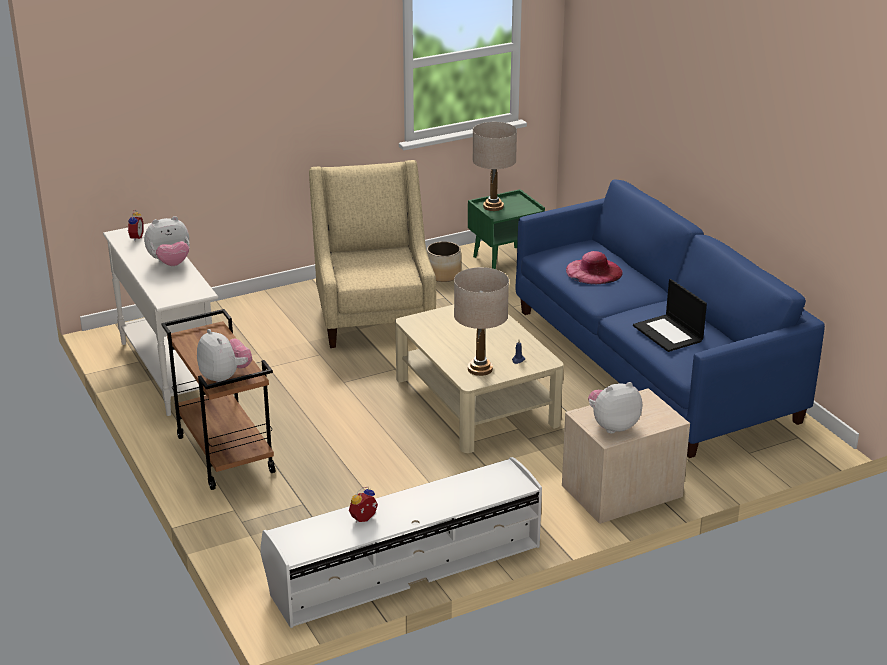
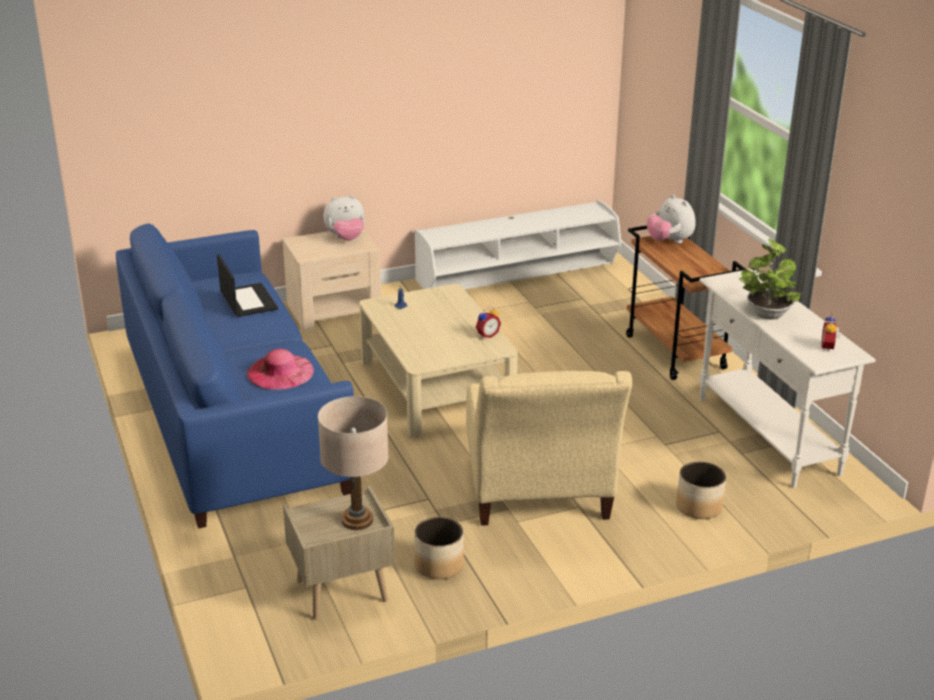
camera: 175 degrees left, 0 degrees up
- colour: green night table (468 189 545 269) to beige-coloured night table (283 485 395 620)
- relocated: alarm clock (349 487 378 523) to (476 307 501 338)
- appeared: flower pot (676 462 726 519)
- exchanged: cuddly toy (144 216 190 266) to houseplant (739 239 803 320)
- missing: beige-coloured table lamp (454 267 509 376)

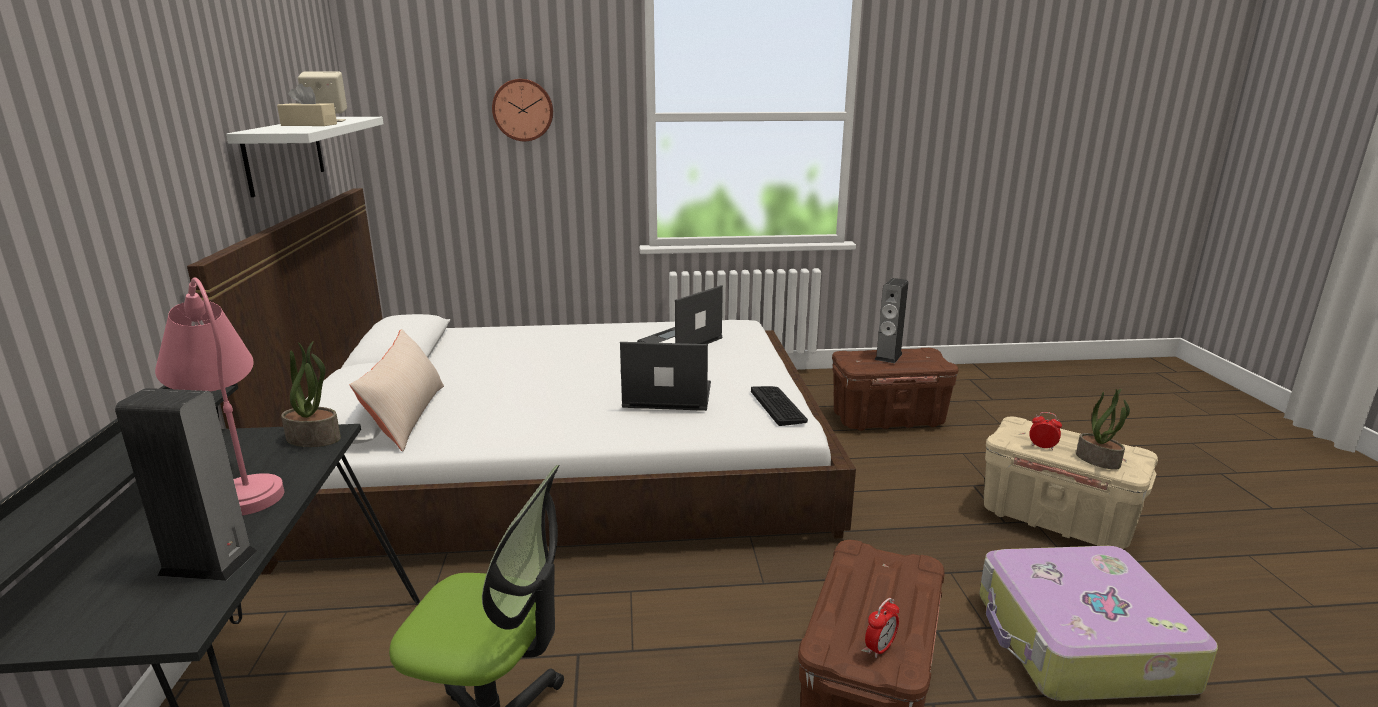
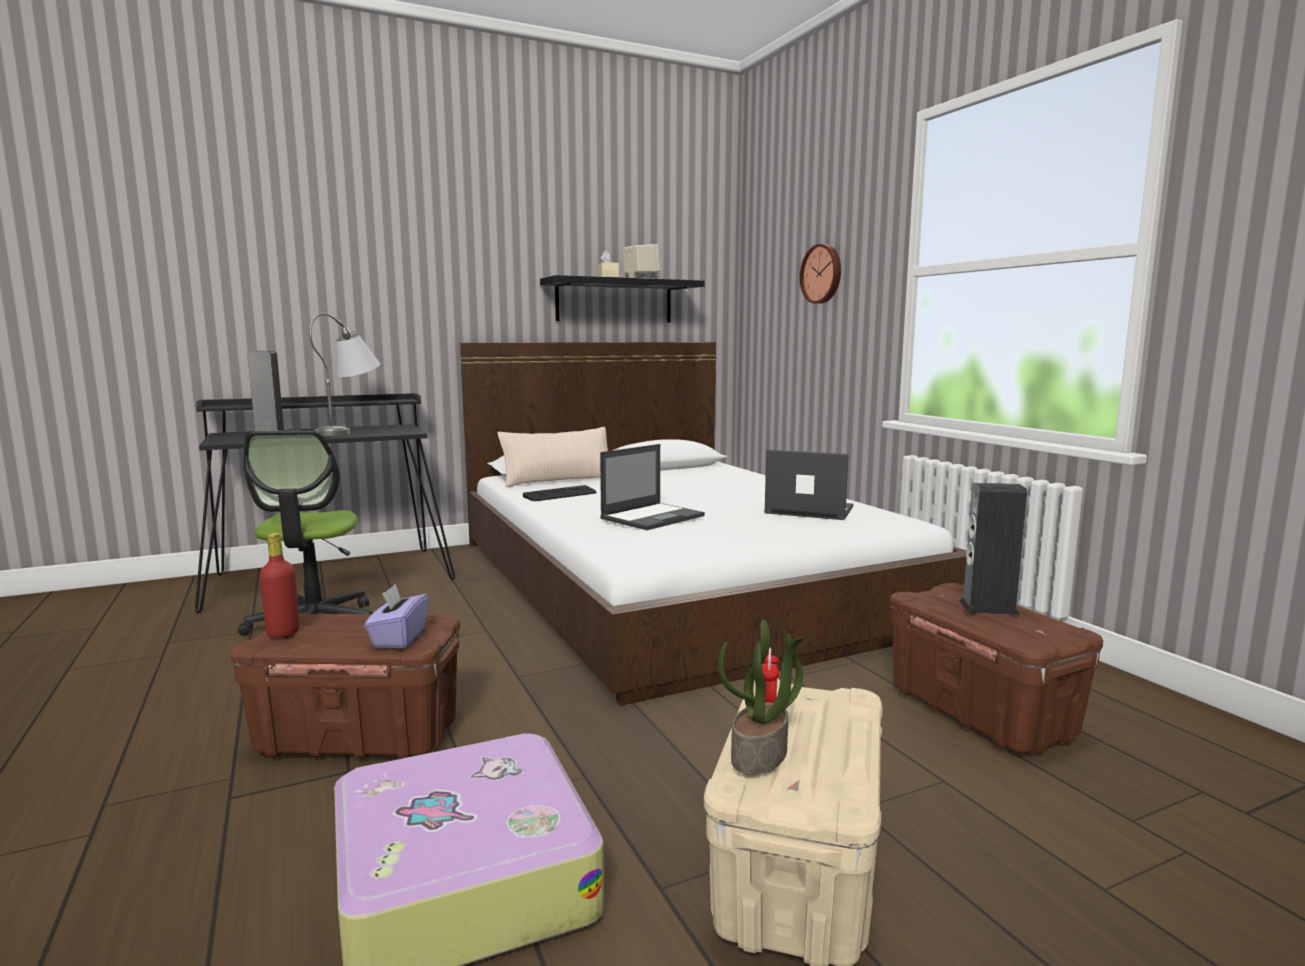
camera: 70 degrees right, 10 degrees down
- exchanged: alarm clock (865 598 900 658) to red beverage bottle (260 533 299 638)
- colour: pink table lamp (155 278 284 516) to gray table lamp (309 313 380 437)
- appeared: purple box of tissues (364 584 428 648)
- relocated: computer keyboard (751 386 808 426) to (523 485 597 501)
- colour: whitish shelf (226 117 383 197) to black-coloured shelf (540 275 705 322)
- spun: notebook computer (620 342 711 411) = (600 444 705 530) 60 degrees clockwise
- missing: houseplant (281 341 341 447)

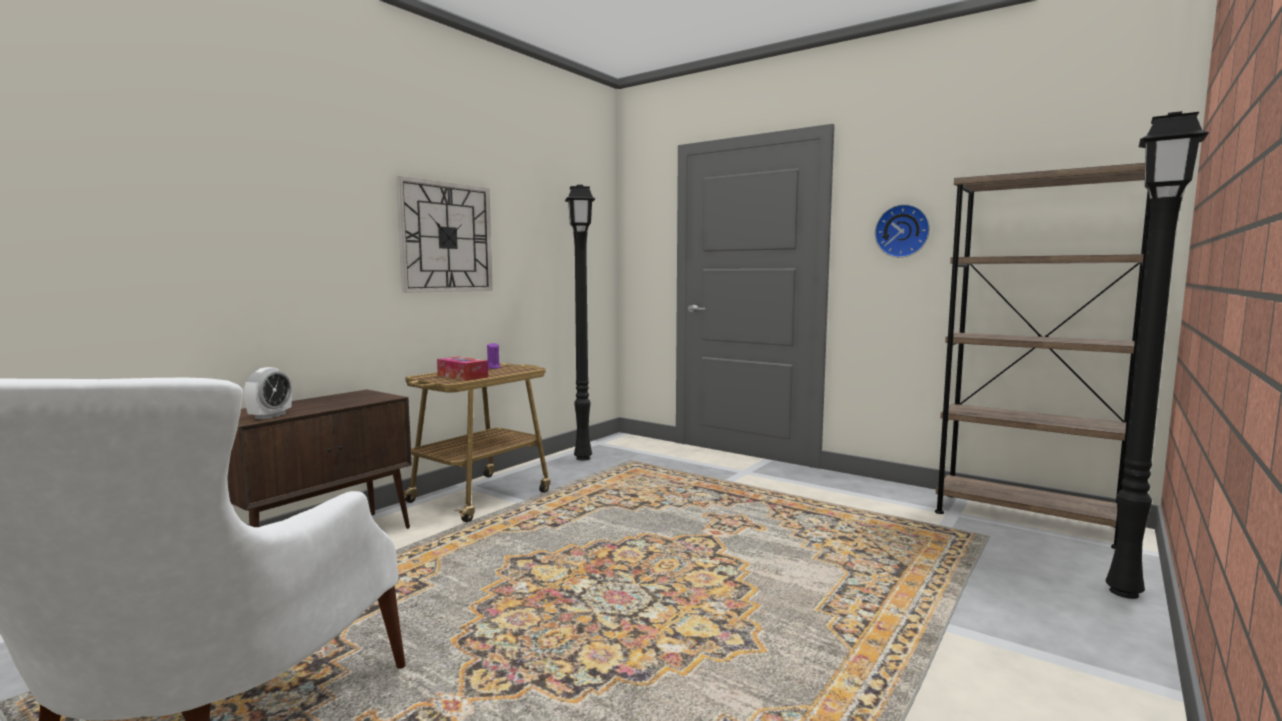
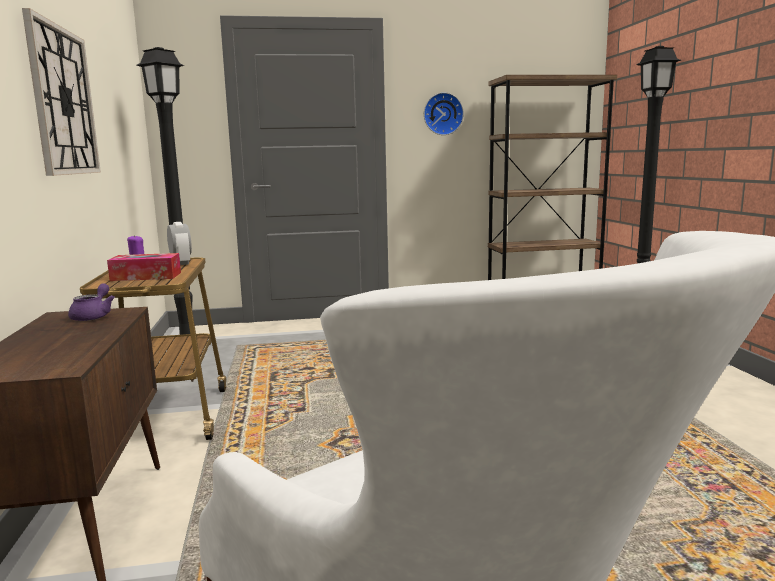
camera: 45 degrees left, 5 degrees up
- appeared: purple tea pot (68 283 115 321)
- relocated: alarm clock (244 367 292 420) to (167 222 192 265)

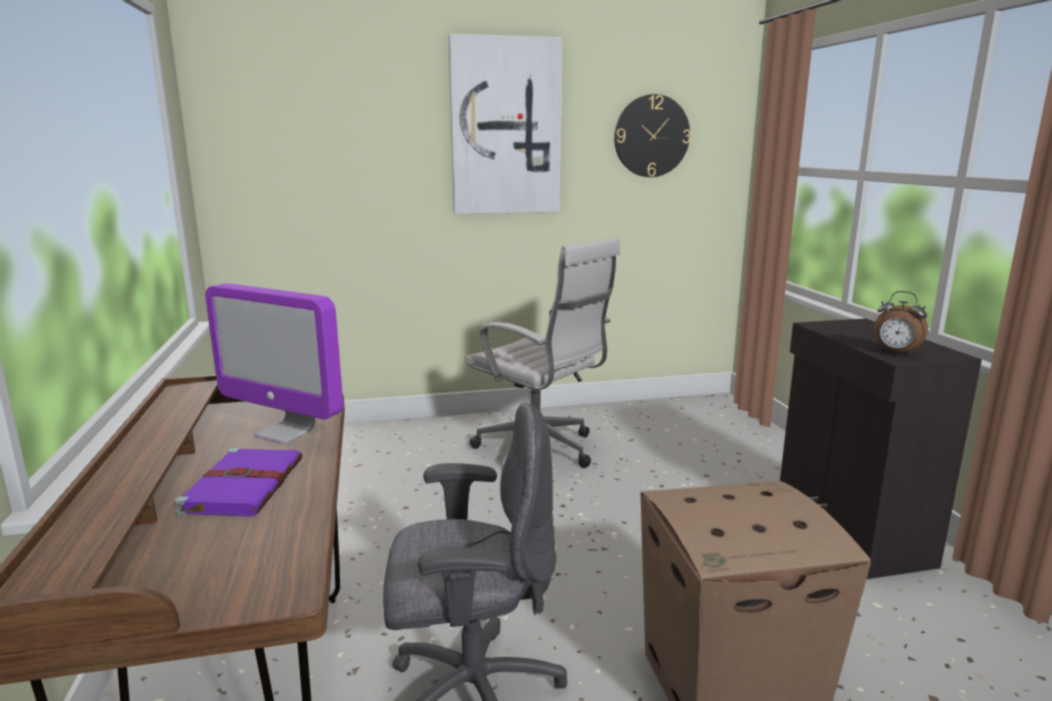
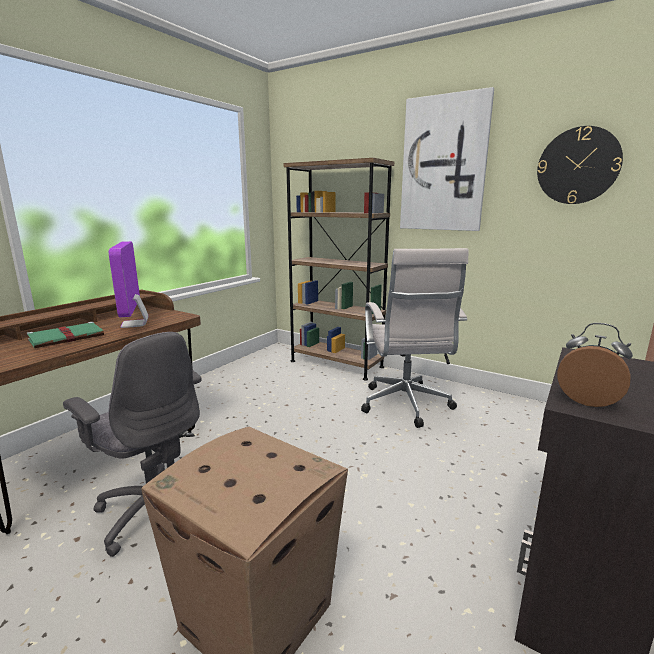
camera: 45 degrees right, 0 degrees up
- colour: purple book (174 448 303 517) to green book (27 322 104 348)
- appeared: brown-coloured bookshelf (284 158 394 381)
- spun: alarm clock (874 291 928 356) = (557 323 633 407) 135 degrees clockwise

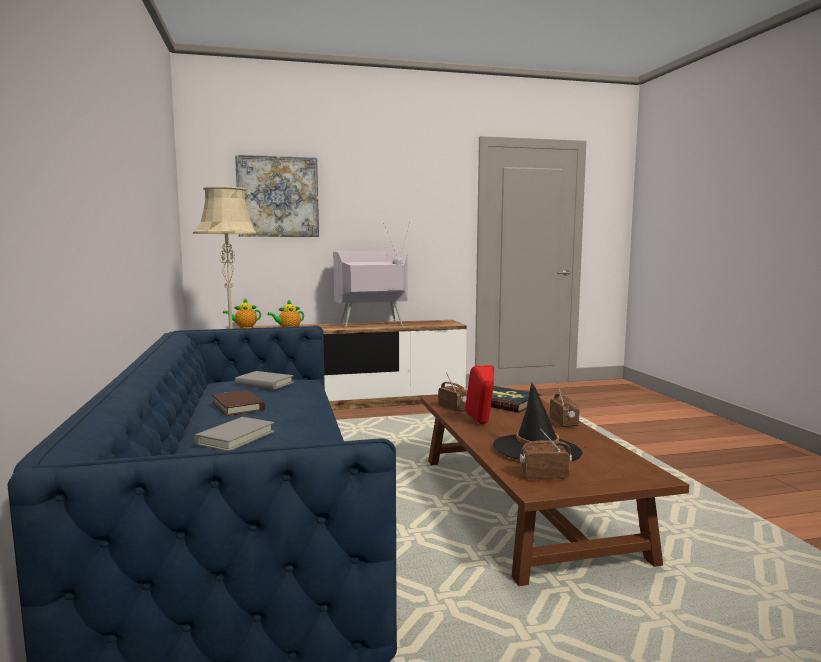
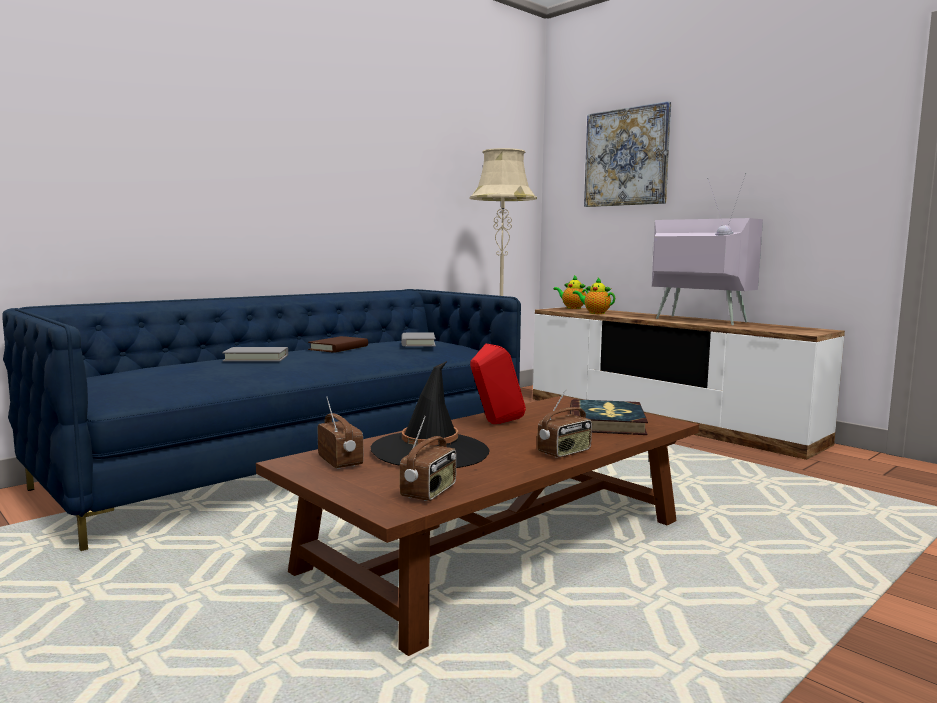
camera: 60 degrees right, 0 degrees up
- relocated: radio (438 372 467 412) to (400 416 456 501)

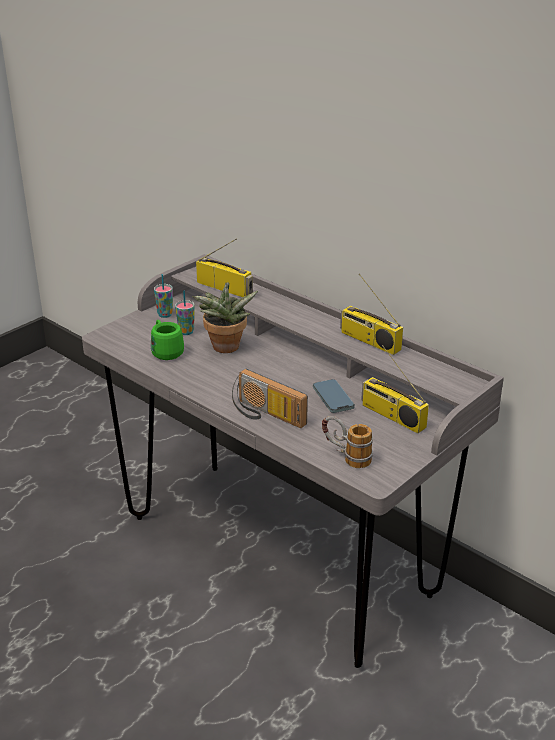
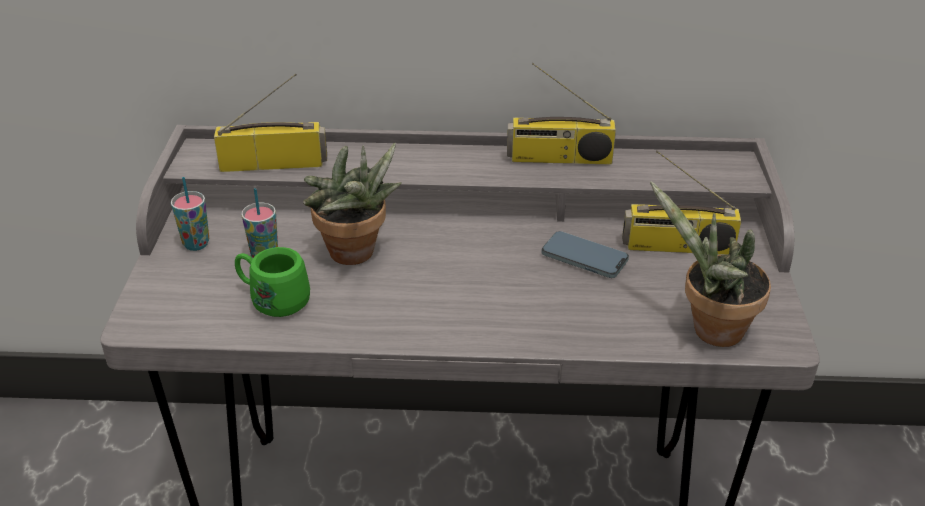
camera: 40 degrees left, 5 degrees up
- exchanged: tea mug (322 416 373 468) to houseplant (650 181 771 347)
- missing: radio (232 369 308 428)

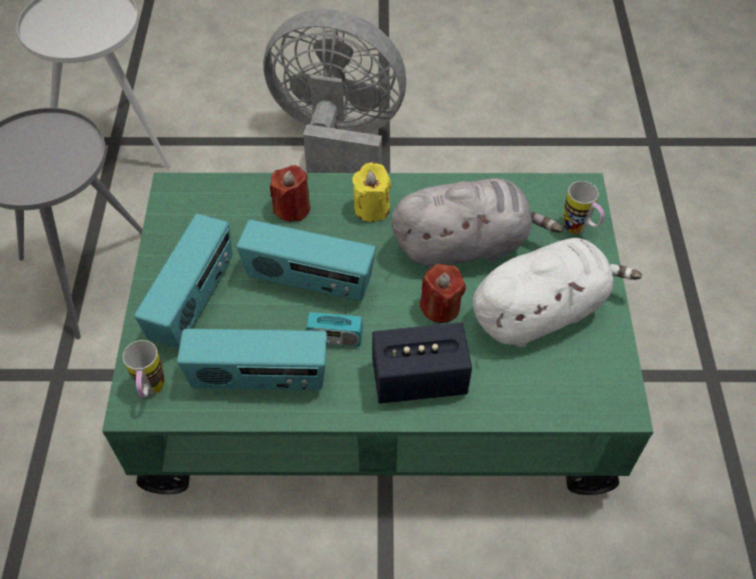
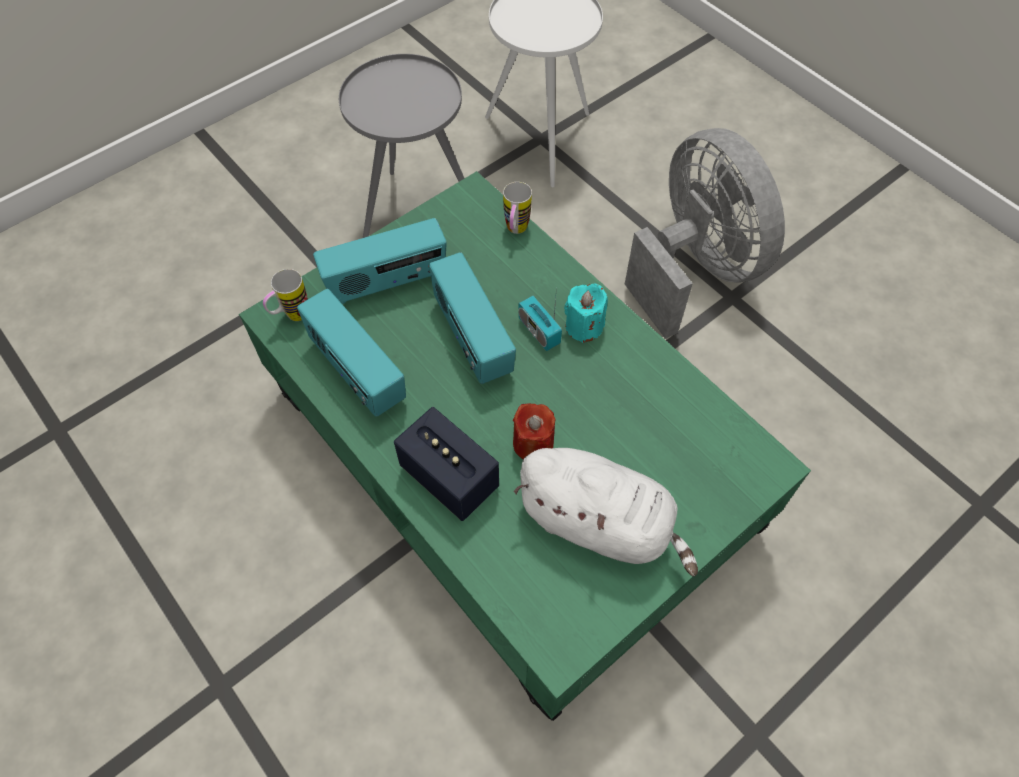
camera: 50 degrees right, 5 degrees up
- relocated: tea mug (563 181 605 234) to (503 182 532 234)
- relocated: radio (306 284 363 347) to (518 288 562 351)
- colour: yellow-coloured candle (352 162 391 222) to turquoise-coloured candle (564 284 608 343)
- missing: red candle (270 165 310 222)
- missing: gray cuddly toy (392 178 563 269)

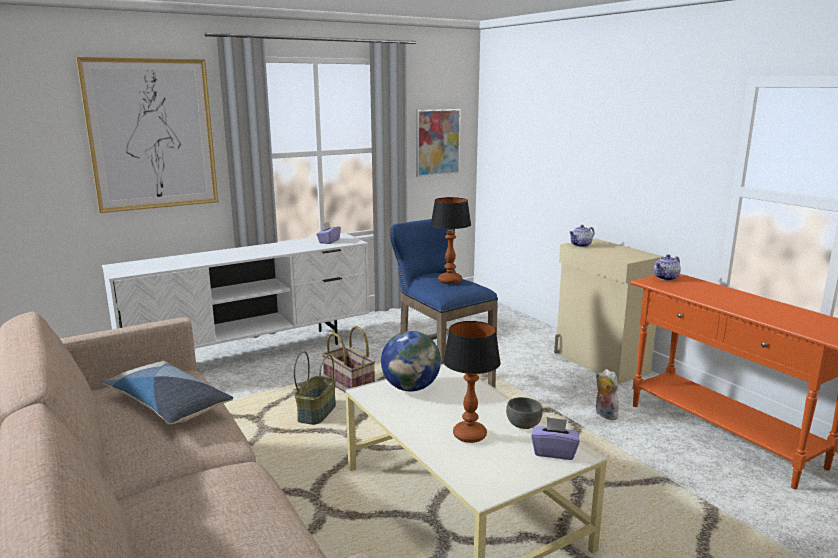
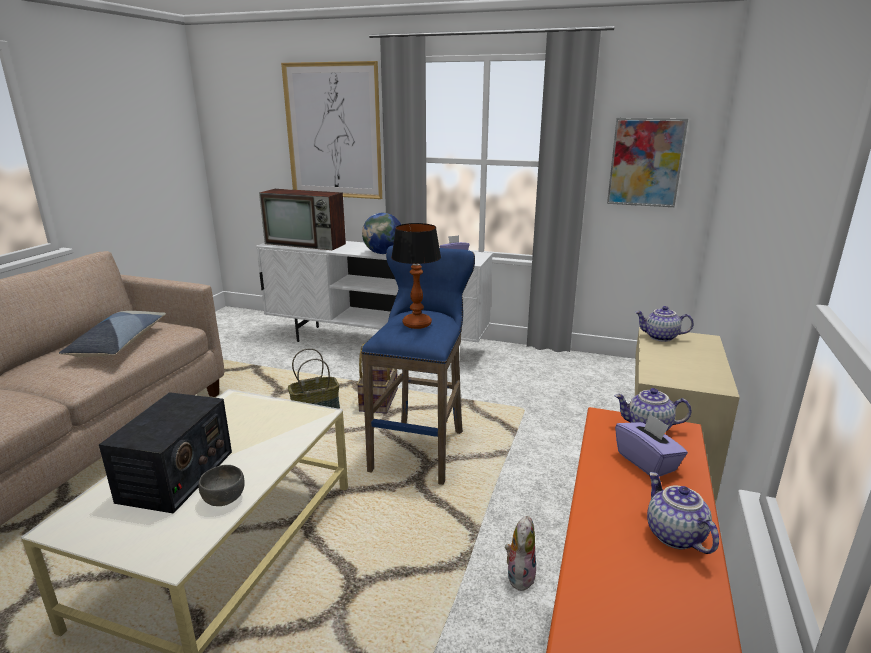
camera: 50 degrees right, 5 degrees up
- exchanged: table lamp (443 321 501 443) to radio (99 392 232 514)
- appeared: television (259 189 346 250)
- relocated: globe (381 331 441 391) to (362 213 401 254)
- relocated: purple box of tissues (531 417 580 460) to (615 413 688 477)
- appeared: tea pot (647 472 719 554)

